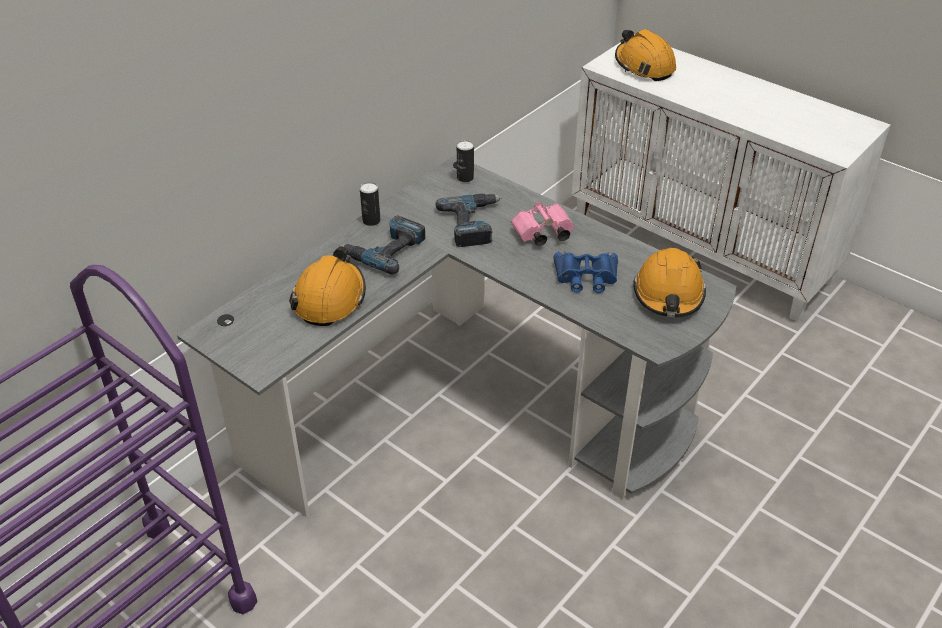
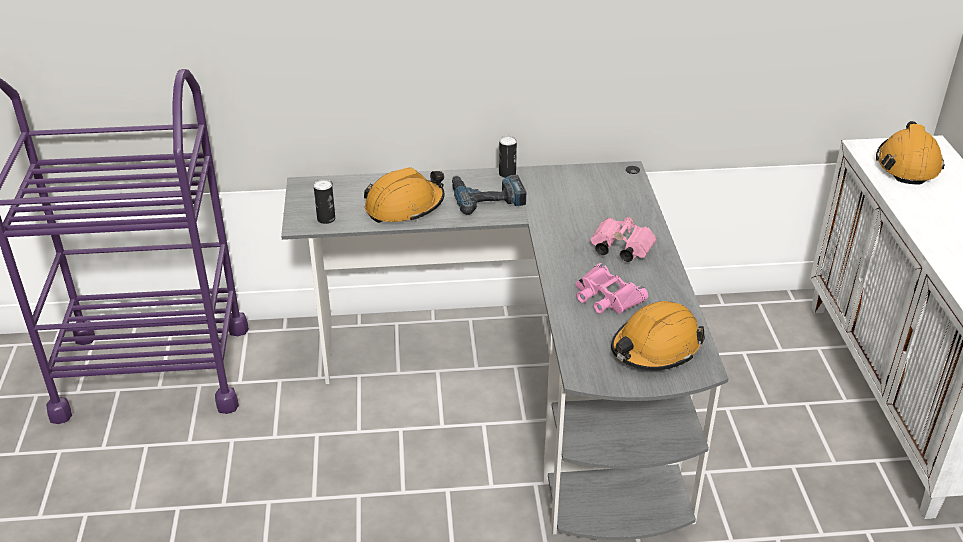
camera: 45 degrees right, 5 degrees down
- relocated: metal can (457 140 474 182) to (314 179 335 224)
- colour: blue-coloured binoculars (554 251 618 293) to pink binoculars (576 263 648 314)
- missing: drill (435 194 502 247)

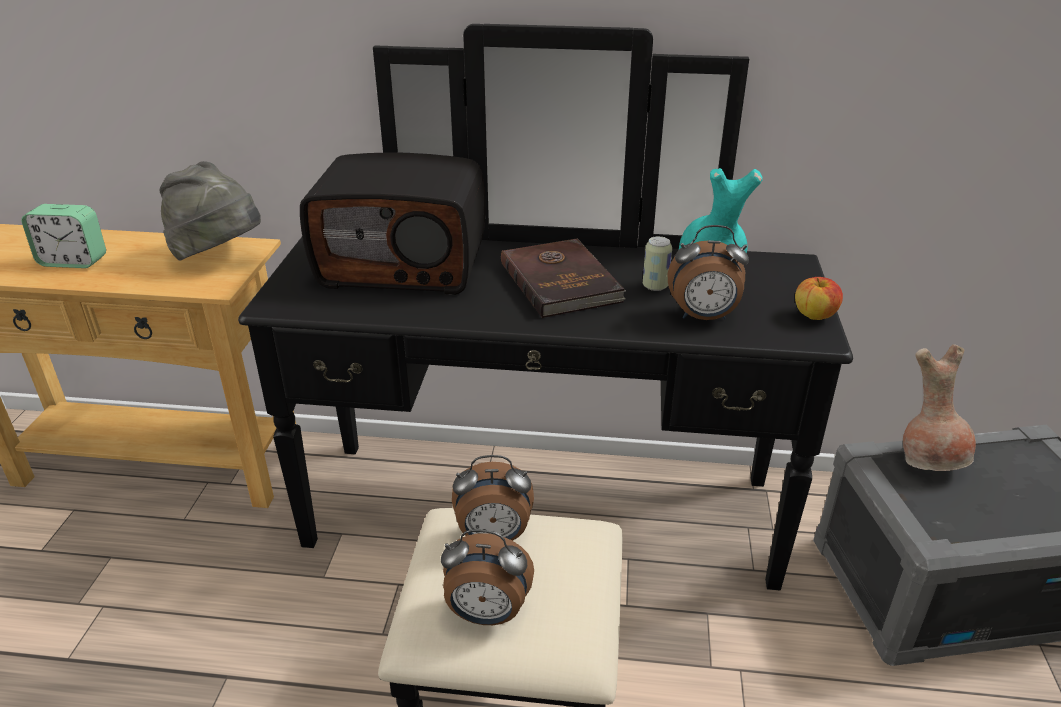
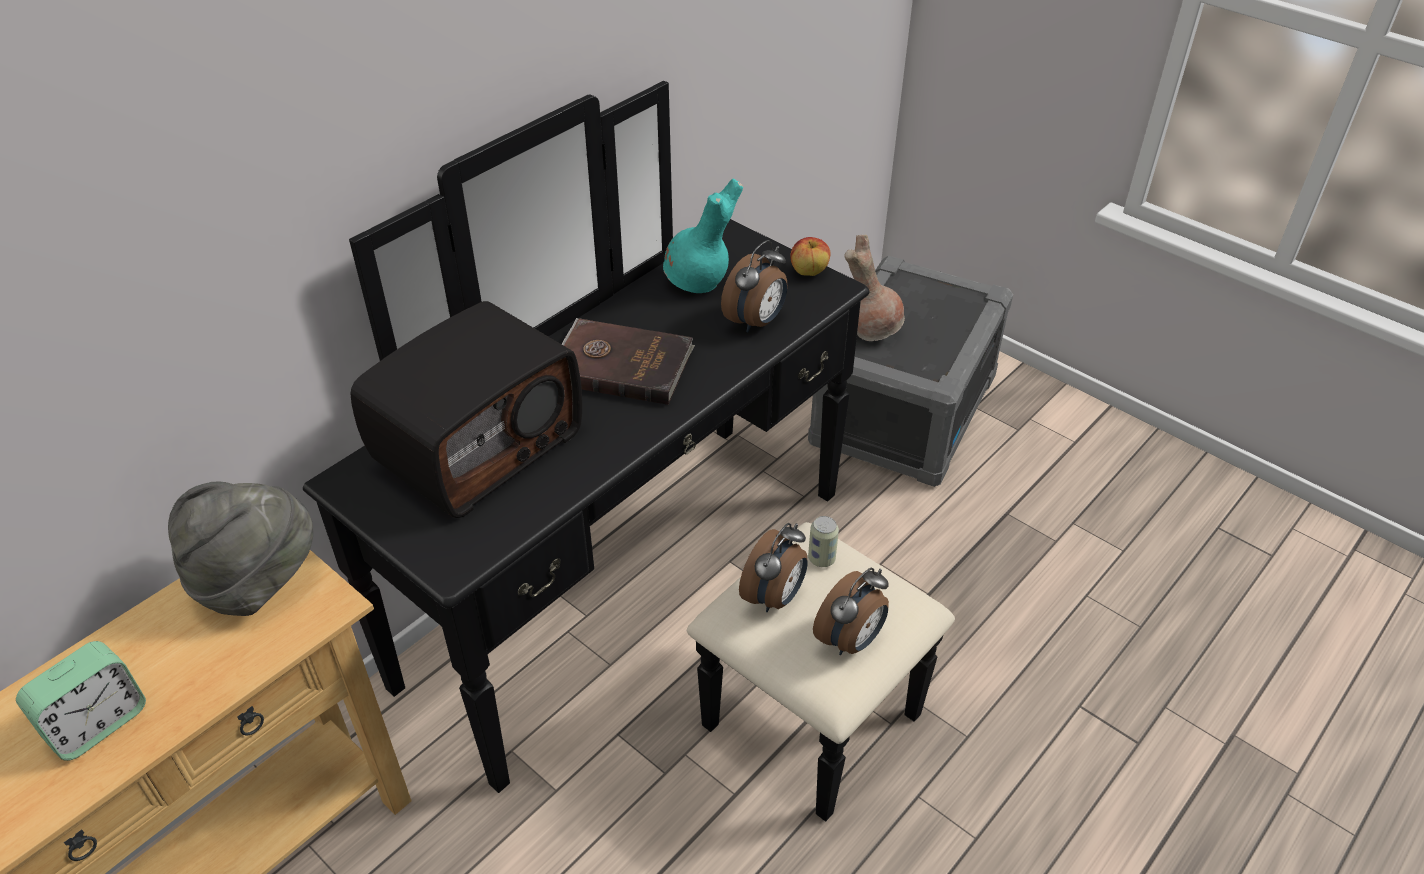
camera: 55 degrees left, 10 degrees up
- relocated: metal can (643 236 672 291) to (808 516 839 567)

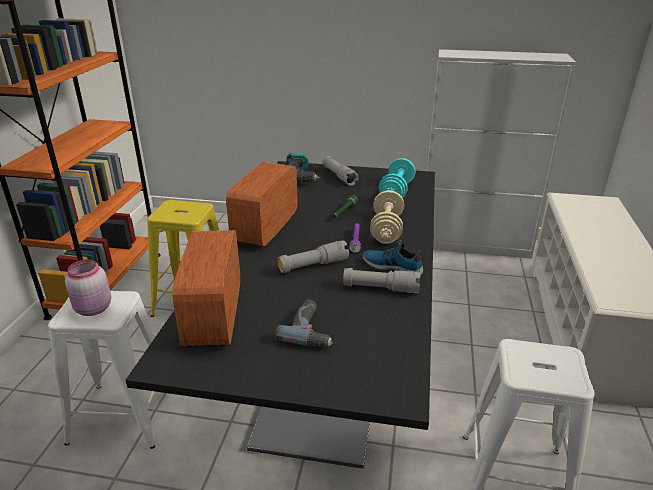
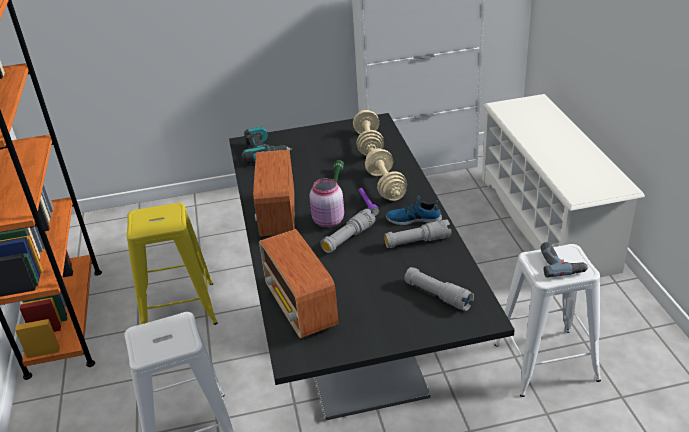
camera: 20 degrees left, 5 degrees up
- relocated: pink jar (65 260 111 316) to (309 178 344 228)
- colour: turquoise-coloured hand weight (379 158 416 198) to beige-coloured hand weight (353 110 384 156)
- relocated: gray torch (323 156 359 186) to (404 267 474 311)
- relocated: drill (275 300 333 348) to (541 242 588 278)

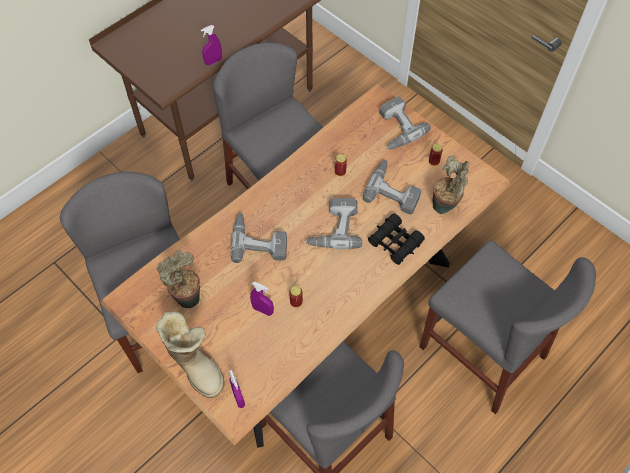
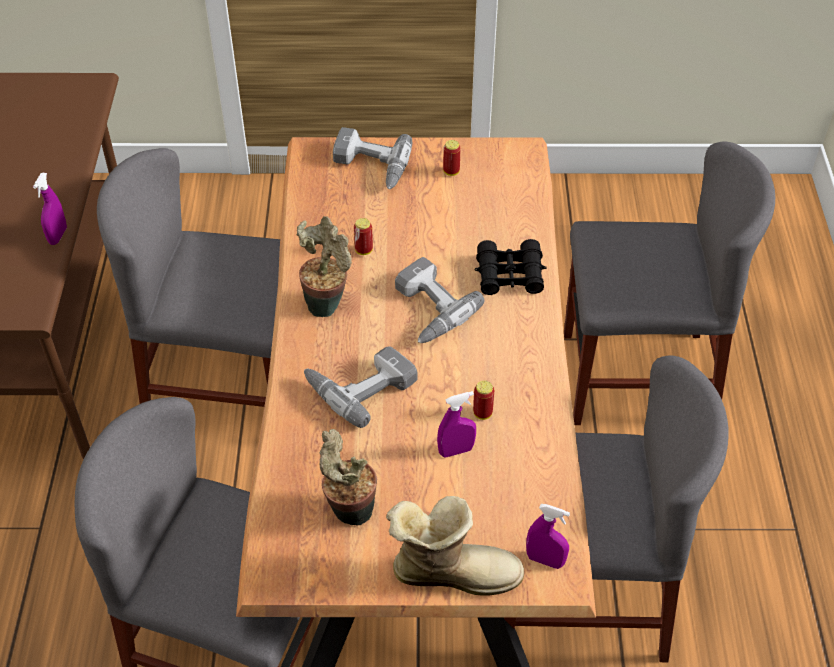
camera: 45 degrees left, 10 degrees down
- relocated: houseplant (433 156 469 214) to (297 216 352 317)
- missing: drill (363 160 421 215)

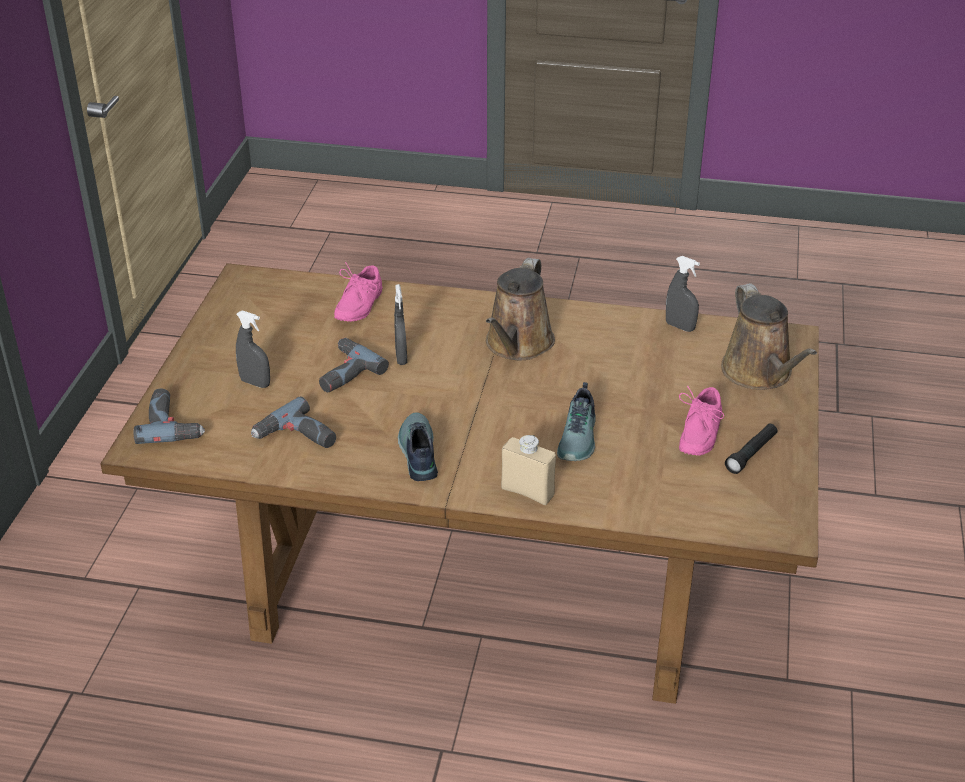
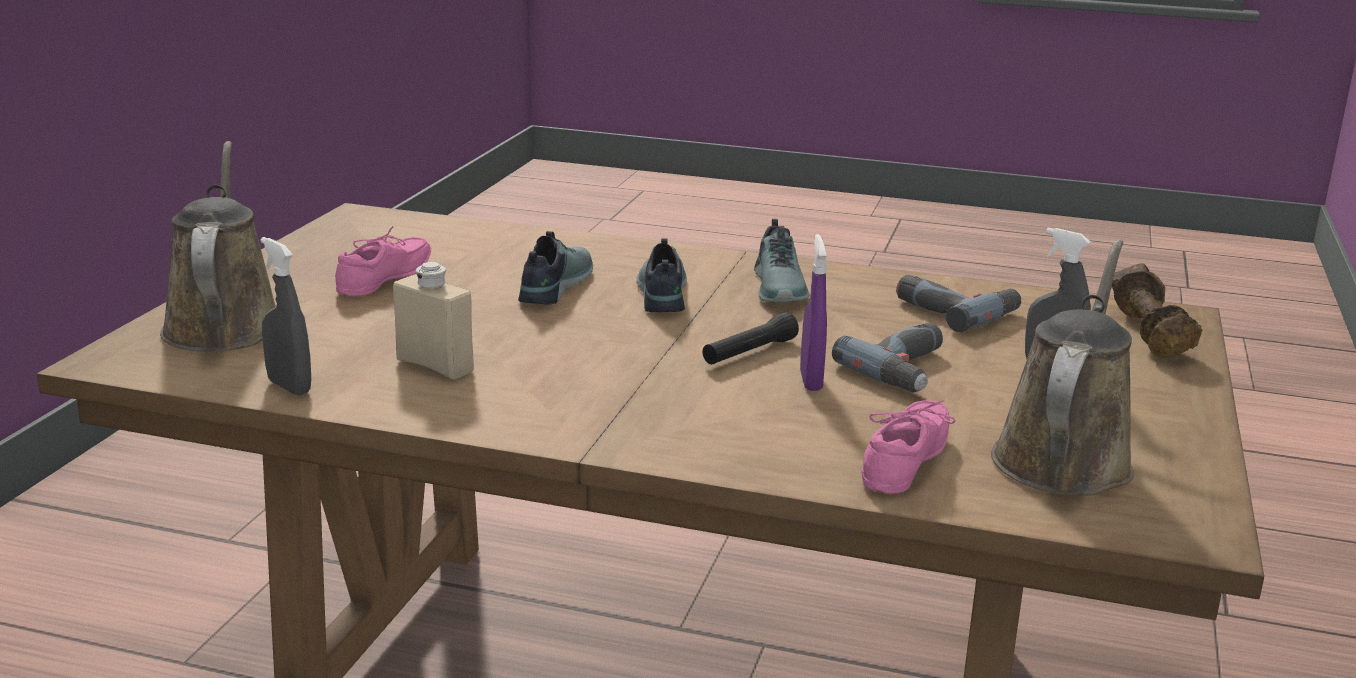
camera: 175 degrees left, 15 degrees down
- relocated: beige-coloured beverage bottle (501 435 556 505) to (393 262 474 379)
- appeared: item of footwear (636 238 687 313)
- relocated: black-coloured torch (725 424 777 474) to (702 312 799 364)
- colour: gray hand sprayer (394 284 407 365) to purple hand sprayer (800 234 827 391)
- relocated: brown-coloured watering can (486 258 555 360) to (991 240 1134 496)
- exchanged: drill (134 389 205 444) to brown-coloured hand weight (1112 263 1203 358)

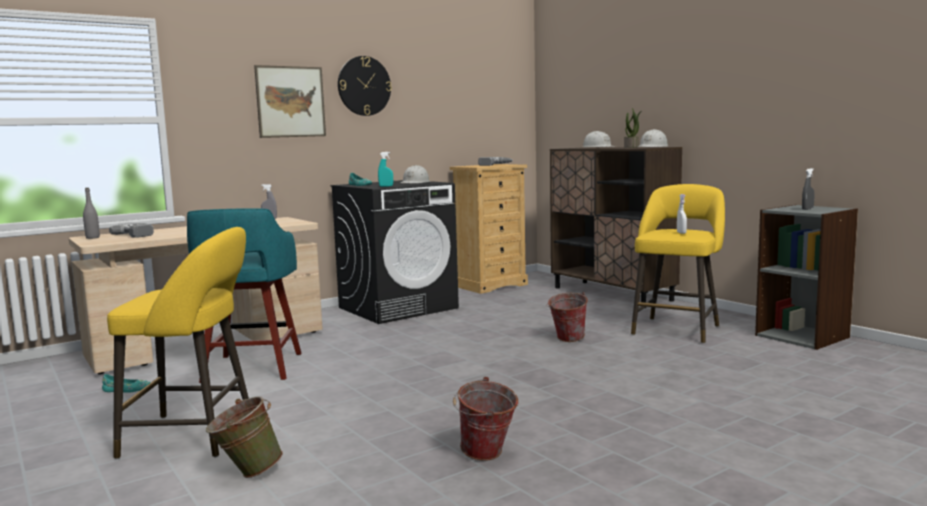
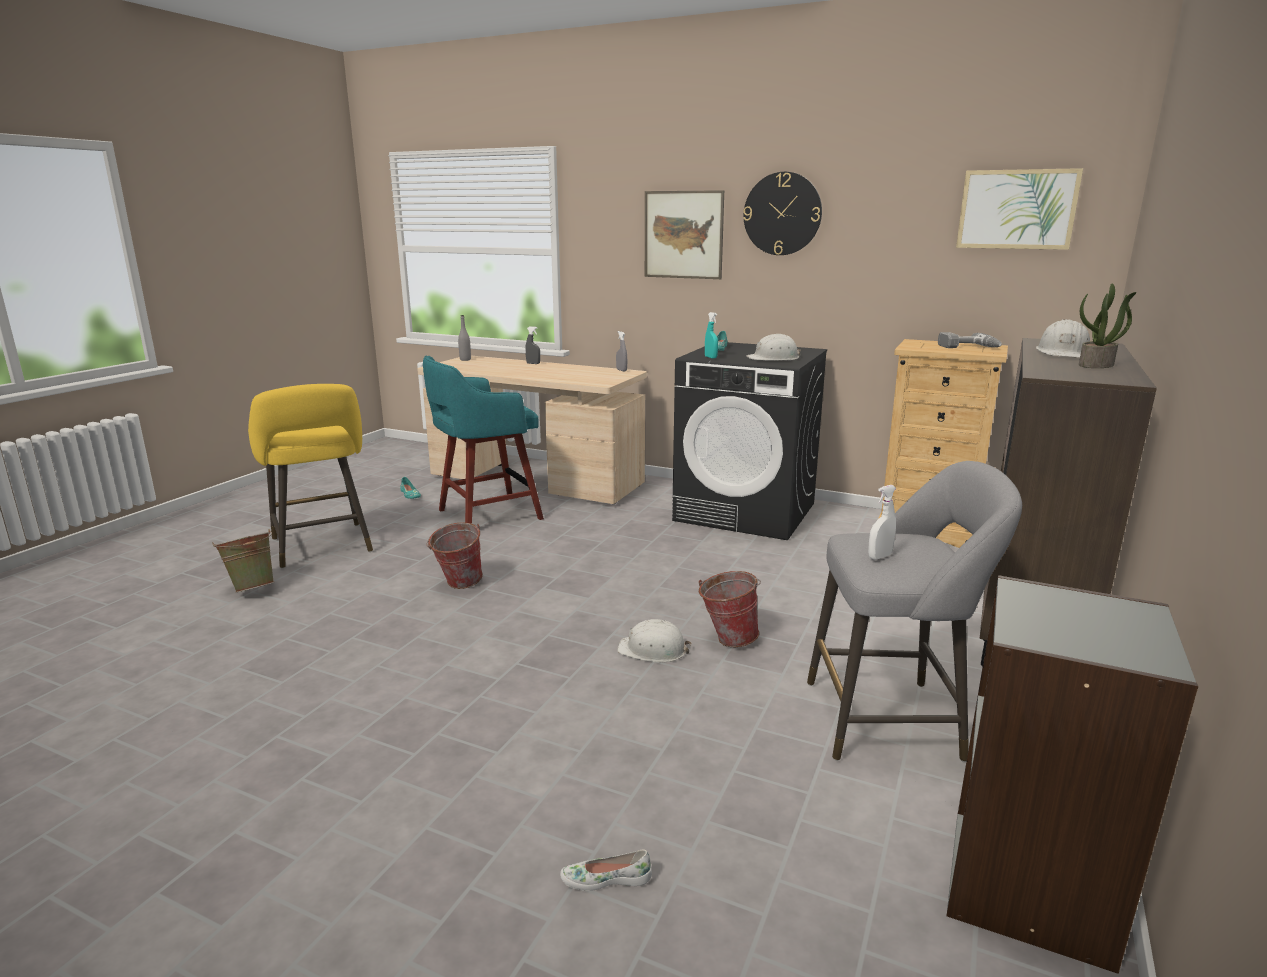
camera: 60 degrees right, 10 degrees up
- relocated: bucket (453 377 518 461) to (426 522 483 589)
- relocated: gray hand sprayer (802 168 815 210) to (525 326 540 364)
- appeared: whitish item of footwear (560 850 652 891)
- relocated: whitish hard hat (637 129 668 147) to (617 619 691 663)
- colour: yellow-coloured sitting stool (631 184 725 344) to gray sitting stool (807 461 1022 762)
- appeared: wall picture (956 168 1083 250)
- missing: drill (109 223 154 238)

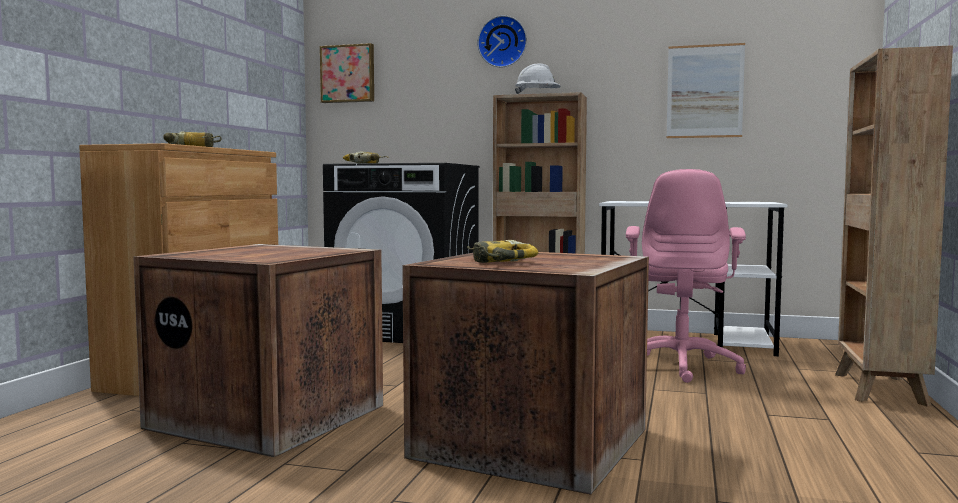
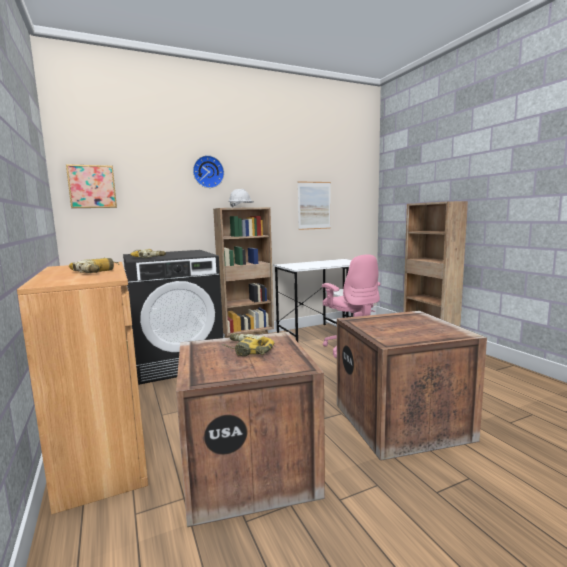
camera: 40 degrees left, 5 degrees up
- relocated: drill (467 240 539 263) to (222 333 274 356)

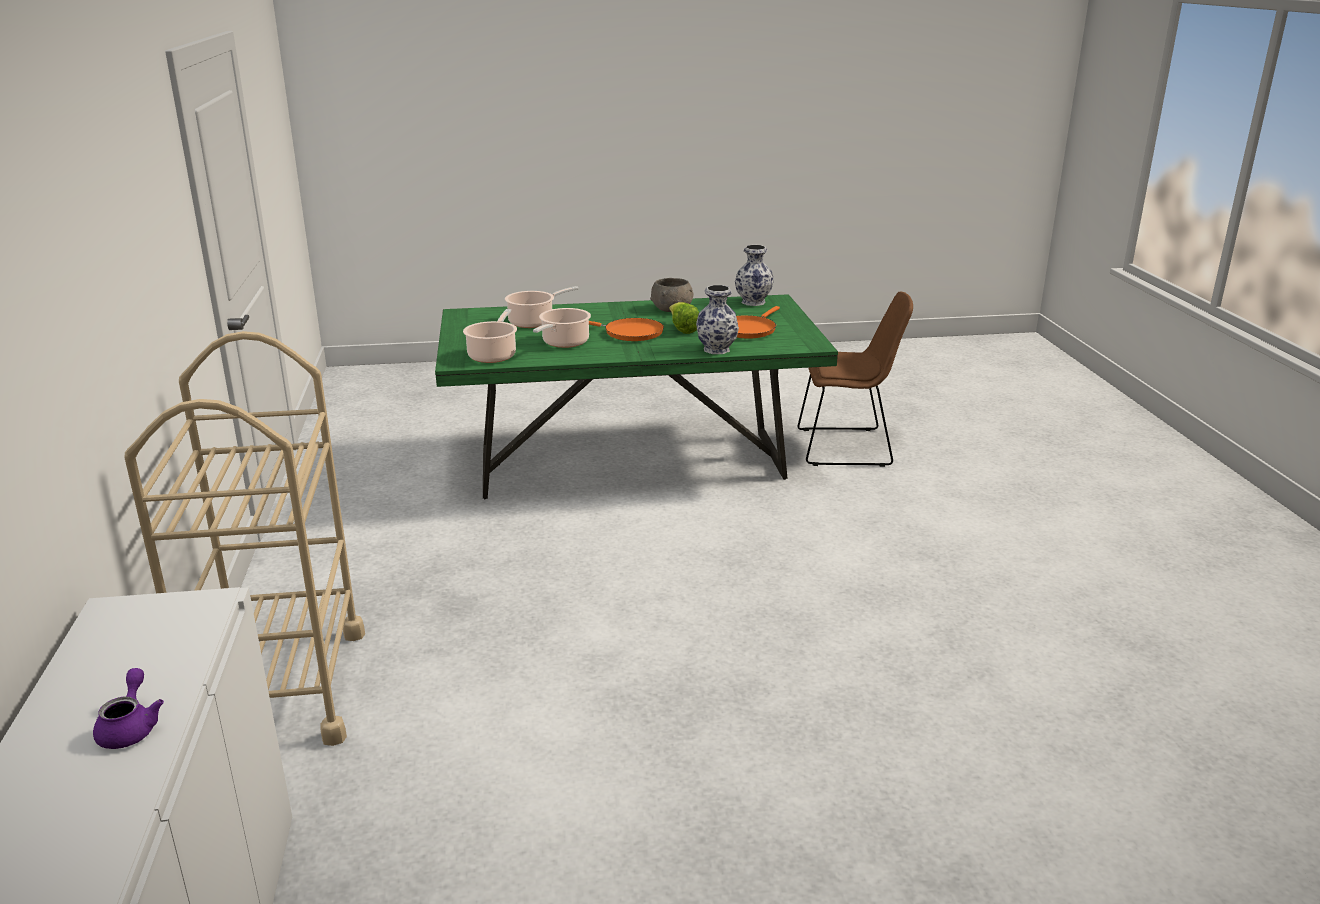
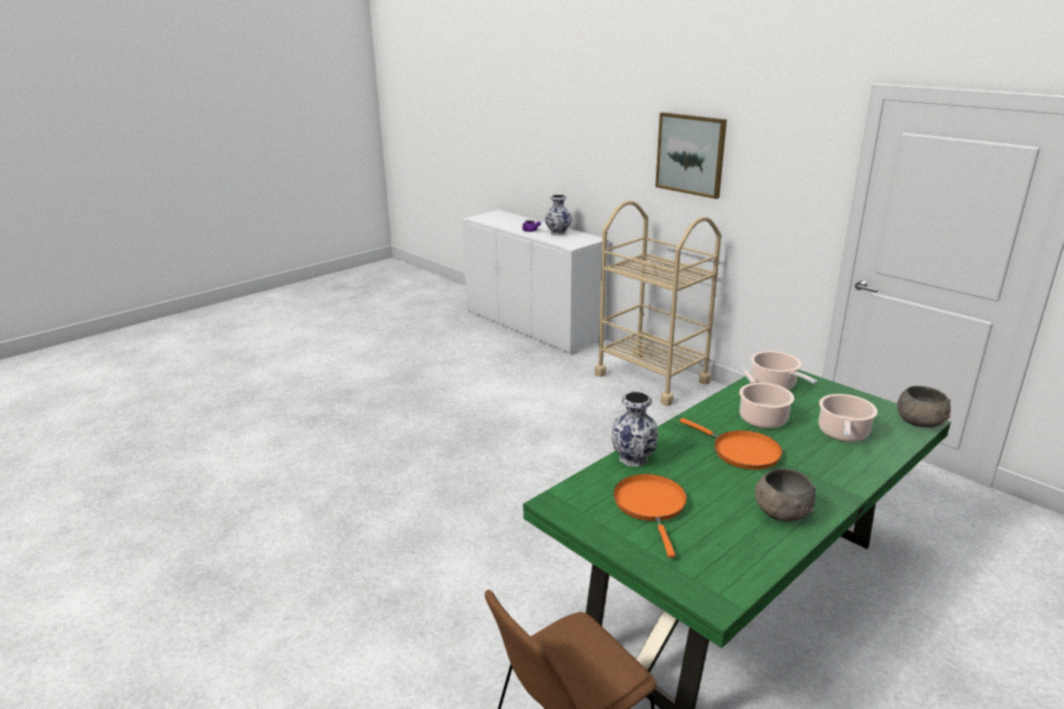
camera: 145 degrees right, 0 degrees up
- relocated: vase (735 245 774 306) to (545 195 572 236)
- appeared: wall picture (655 112 727 199)
- spun: orange-coloured skillet (589 318 664 341) = (680 418 783 469) 120 degrees counterclockwise
- appeared: gray bowl (897 386 951 428)
- missing: head of lettuce (669 302 699 334)

